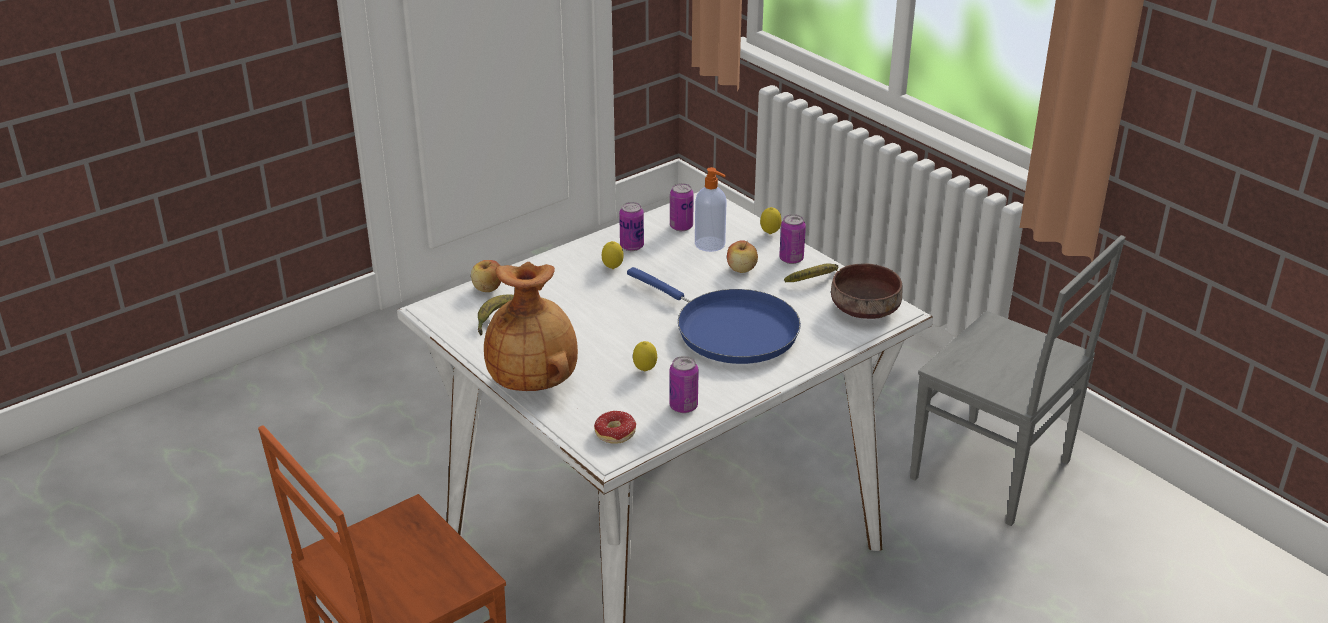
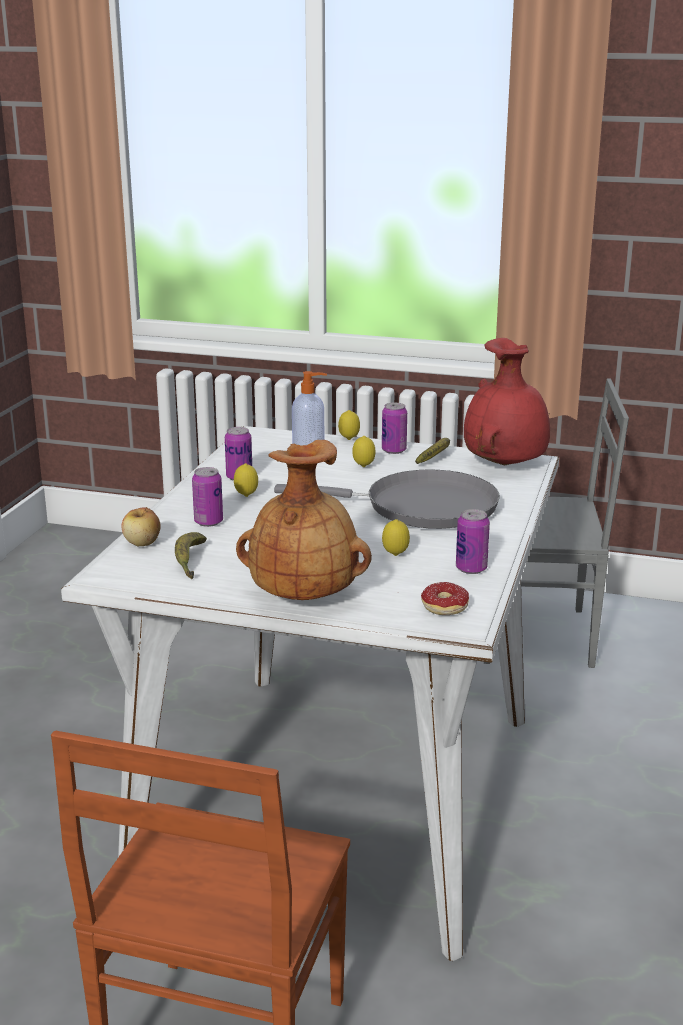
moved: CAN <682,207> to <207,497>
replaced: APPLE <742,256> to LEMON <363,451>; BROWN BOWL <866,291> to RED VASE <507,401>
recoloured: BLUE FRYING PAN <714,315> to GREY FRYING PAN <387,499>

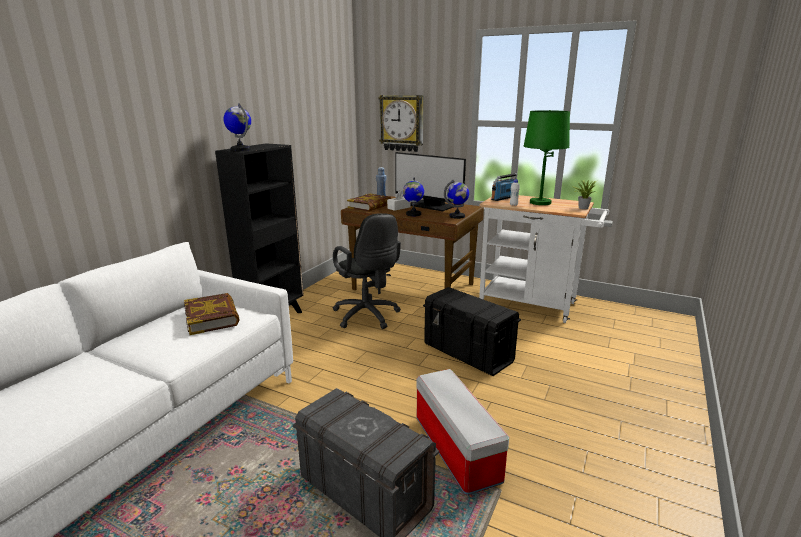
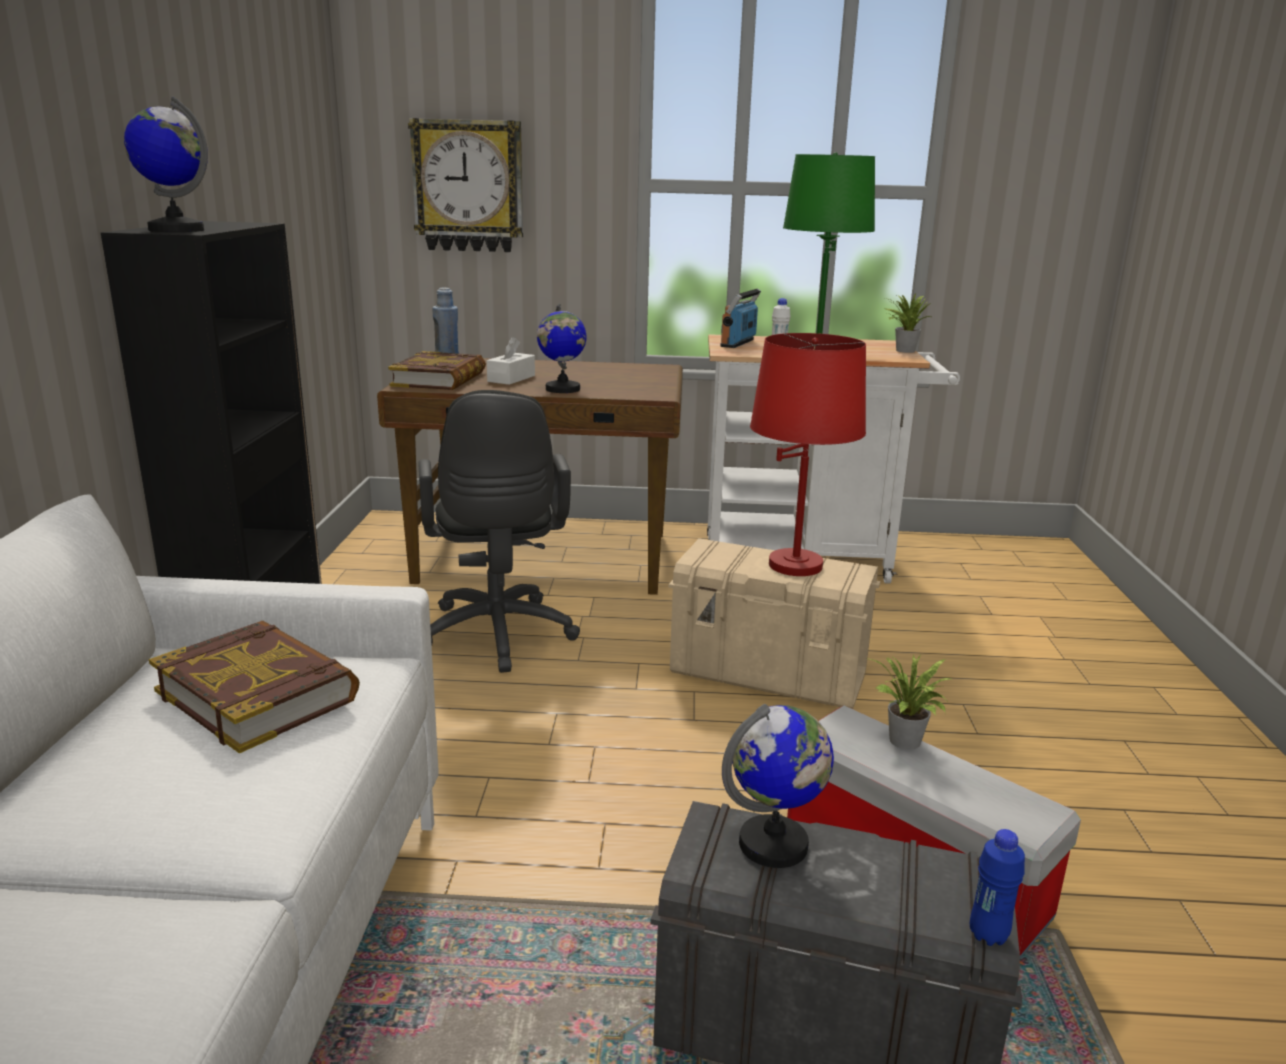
removed: MONITOR <430,181>
added: RED TABLE LAMP <808,454>; POTTED PLANT <908,702>; BLUE BOTTLE <997,887>
moved: GLOBE <456,199> to <778,786>
recoloured: BLACK STORAGE BOX <472,331> to BEIGE STORAGE BOX <774,623>
turned: BLACK OFFICE CHAIR <366,271> = <499,531> 45 degrees clockwise

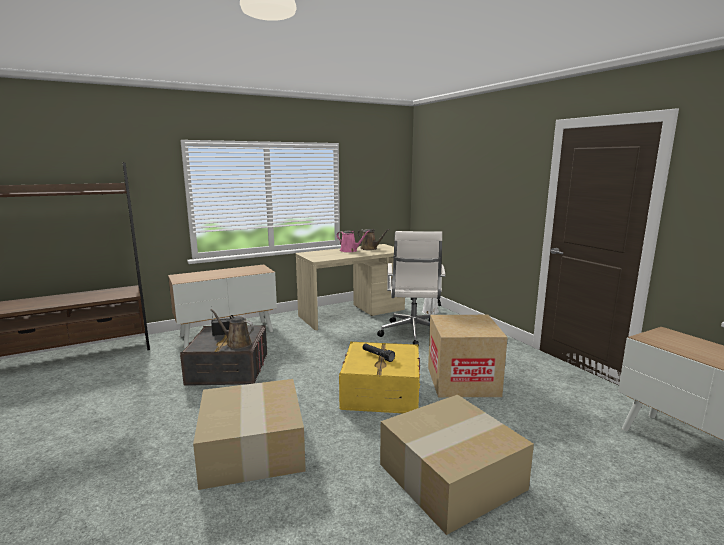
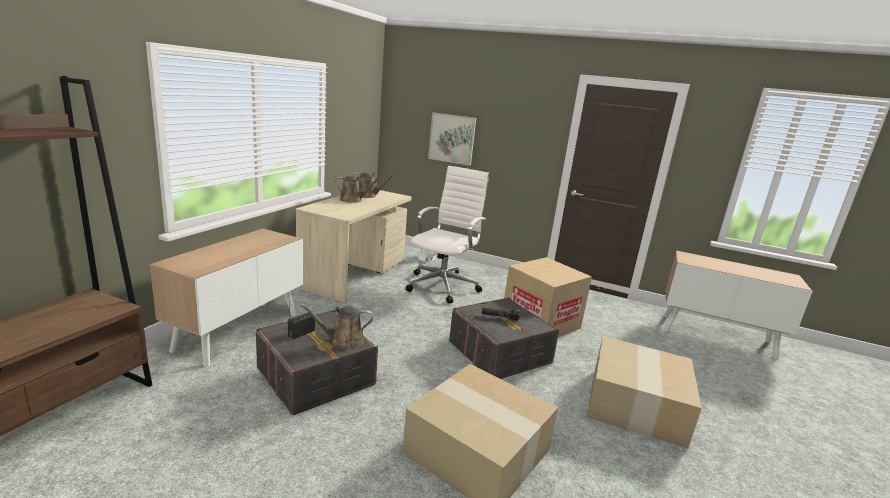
added: PICTURE <452,139>
recoloured: PINK WATERING CAN <353,241> to BROWN WATERING CAN <358,189>; YELLOW STORAGE BOX <379,377> to GREY STORAGE BOX <504,338>
turned: WHITE OFFICE CHAIR <411,288> = <447,234> 120 degrees counterclockwise

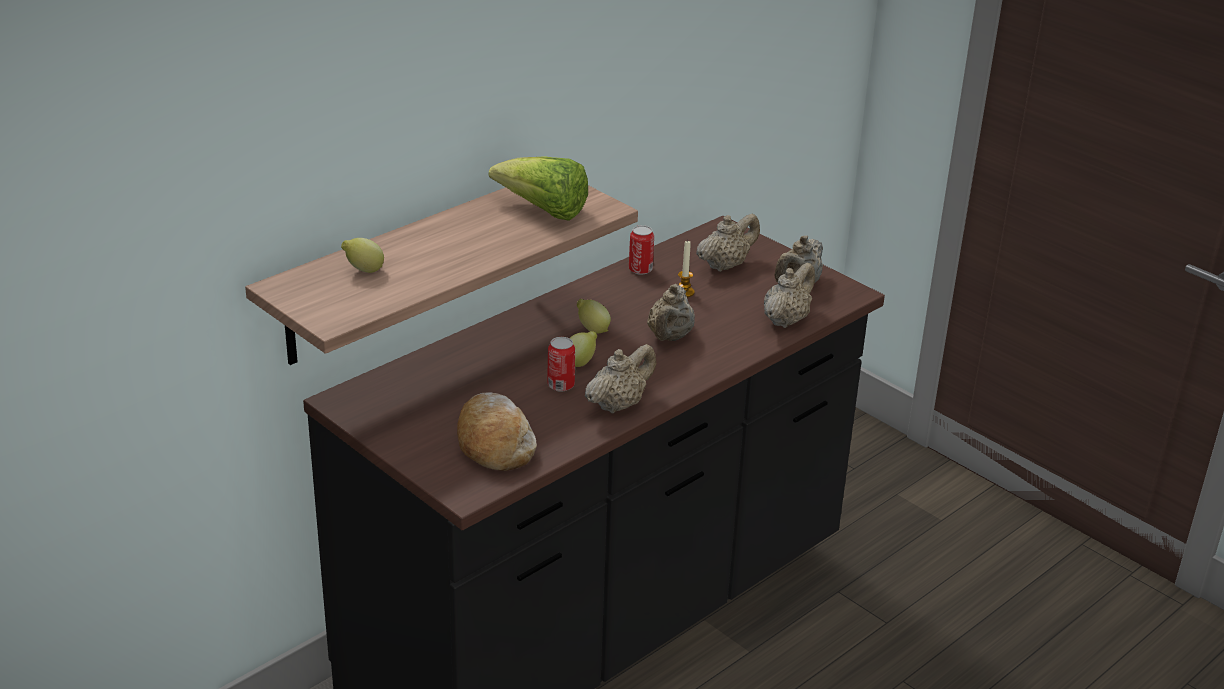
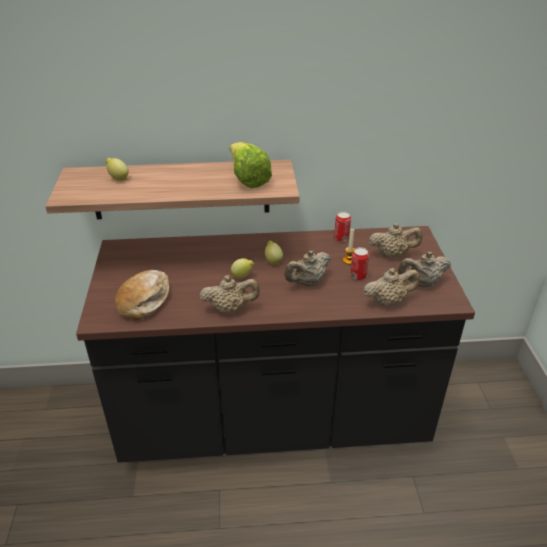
moved: CAN <561,364> to <359,263>

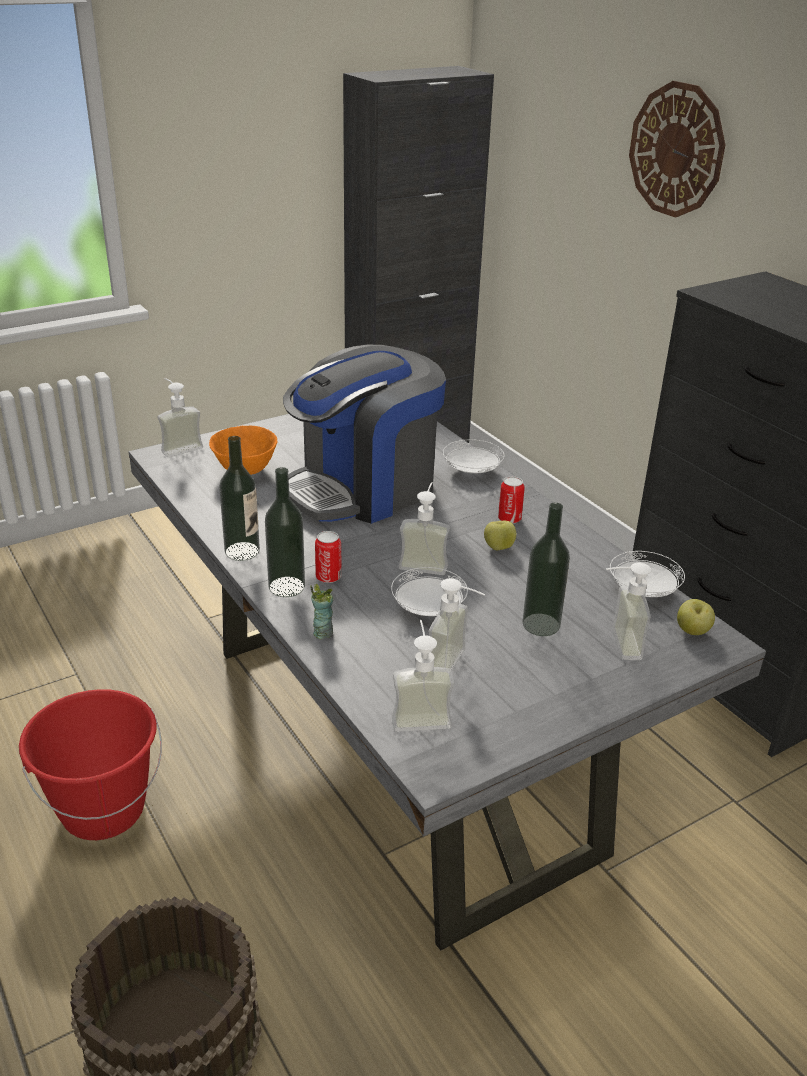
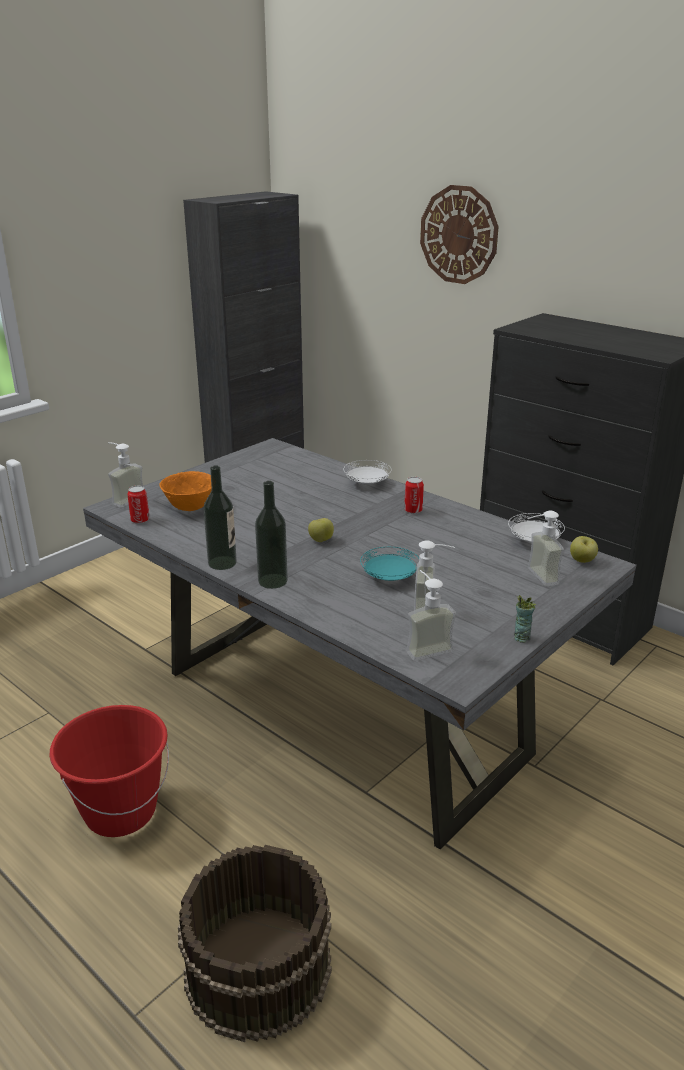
removed: COFFEE MACHINE <364,434>; SOAP DISPENSER <424,528>; BOTTLE <546,569>
moved: CUP <321,612> to <525,619>; CAN <328,557> to <138,505>; APPLE <500,535> to <321,530>
recoloured: WHITE PLATE <429,591> to TURQUOISE PLATE <389,564>

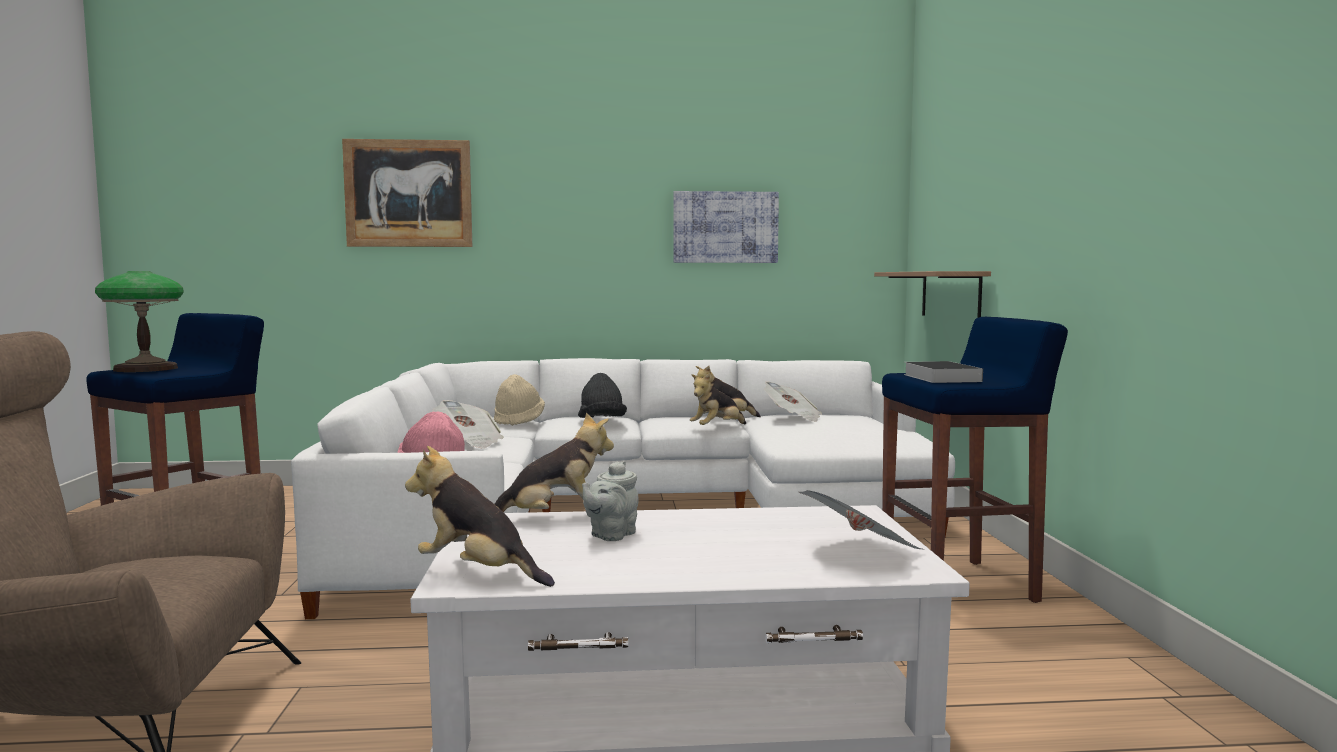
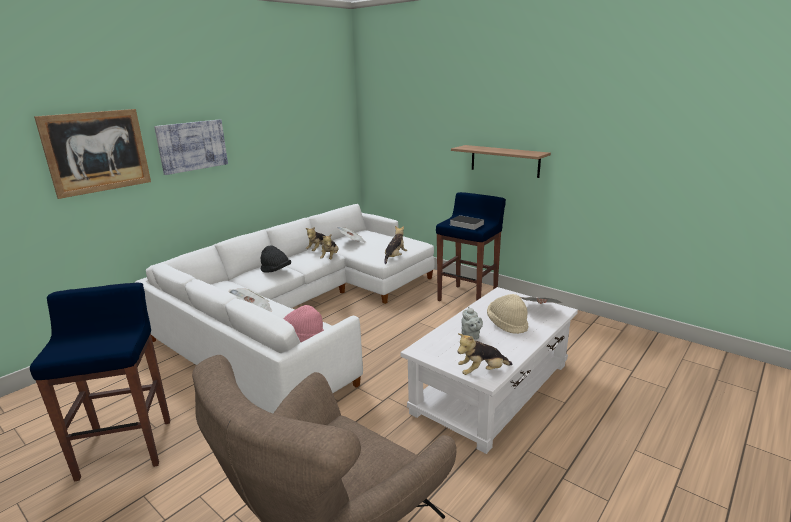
removed: TABLE LAMP <139,321>
moved: BEIGE HAT <519,400> to <507,314>; PLUSH TOY <554,462> to <395,245>; PICTURE <726,227> to <191,147>; SHELF <932,294> to <501,161>

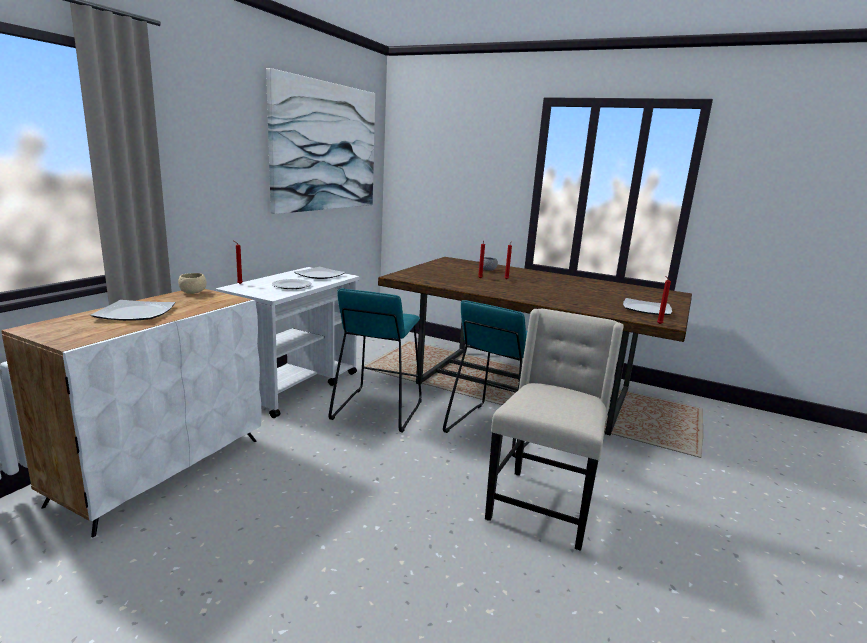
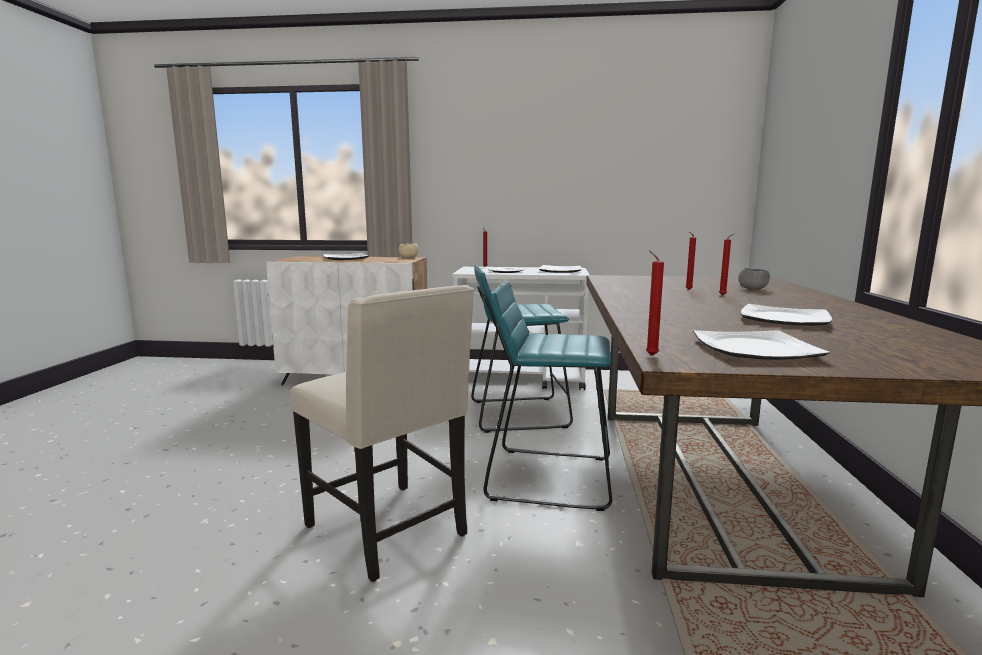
removed: PICTURE <320,141>
added: PLATE <786,315>
turned: BEIGE CHAIR <554,430> = <382,433> 45 degrees clockwise

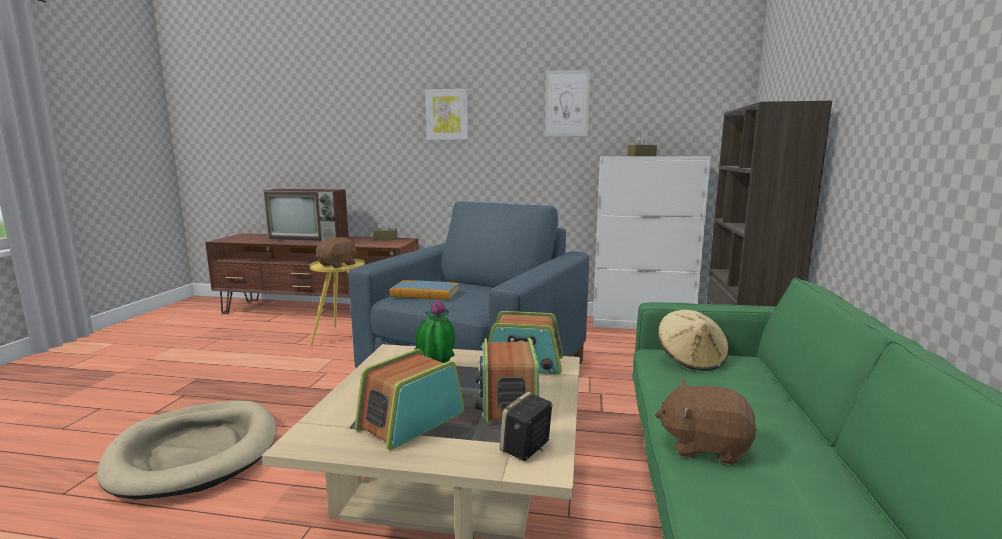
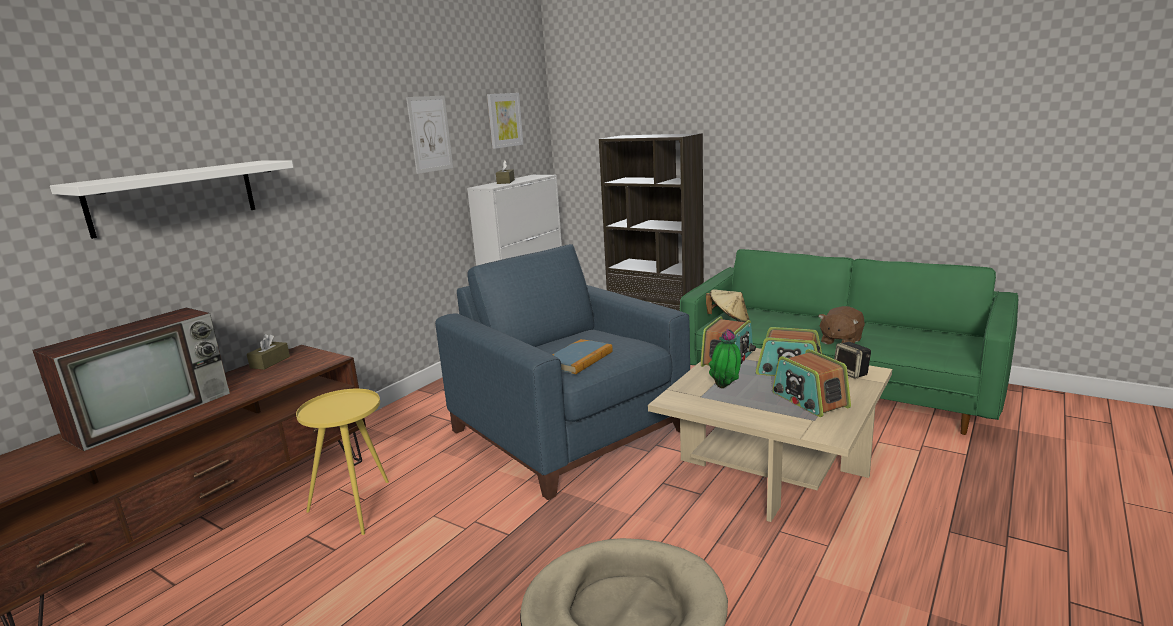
removed: BROWN PLUSH TOY <336,252>
added: WHITE SHELF <171,199>
moved: PICTURE <446,114> to <505,121>

